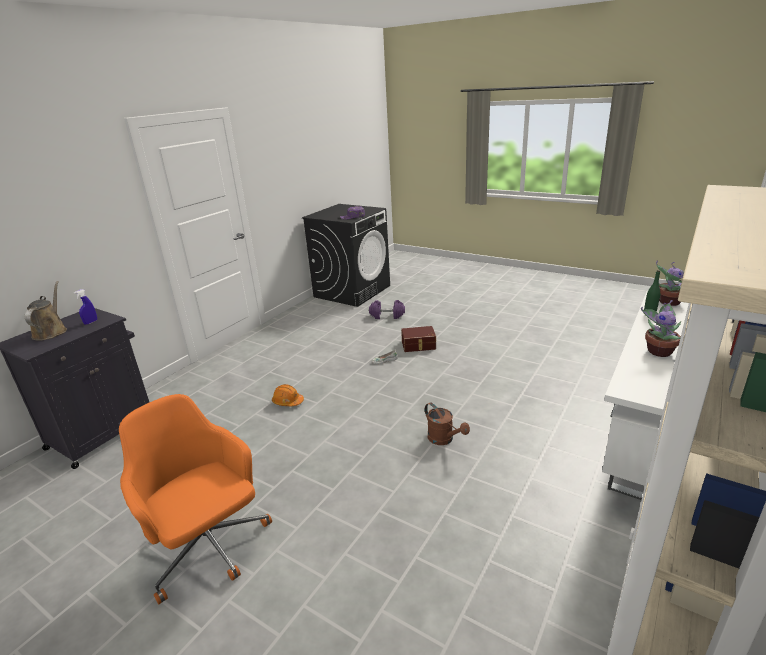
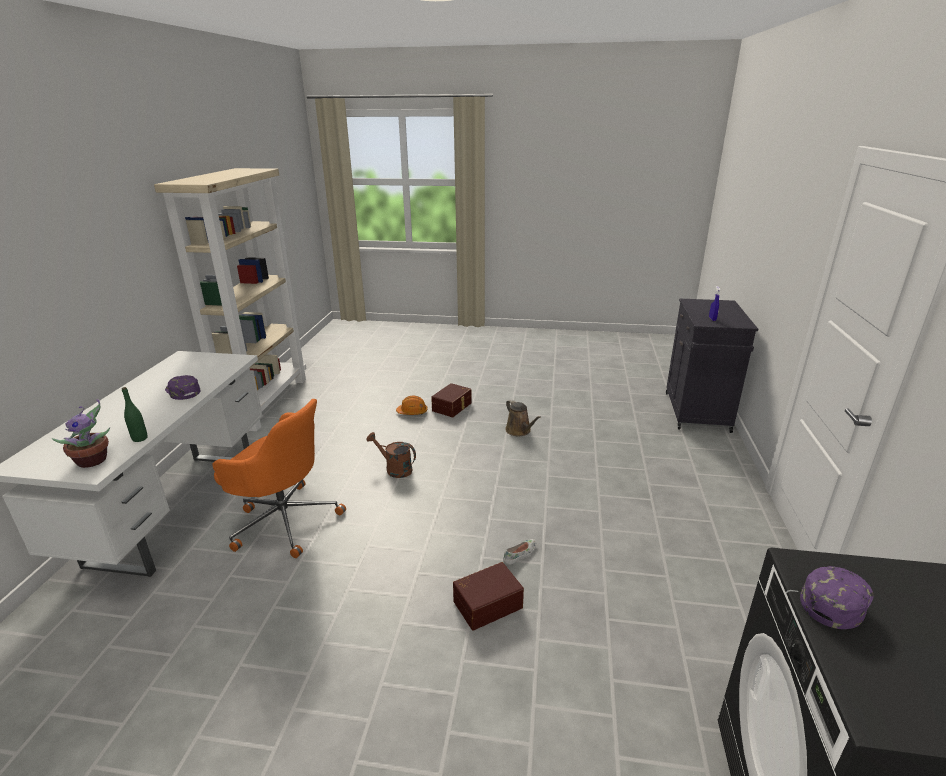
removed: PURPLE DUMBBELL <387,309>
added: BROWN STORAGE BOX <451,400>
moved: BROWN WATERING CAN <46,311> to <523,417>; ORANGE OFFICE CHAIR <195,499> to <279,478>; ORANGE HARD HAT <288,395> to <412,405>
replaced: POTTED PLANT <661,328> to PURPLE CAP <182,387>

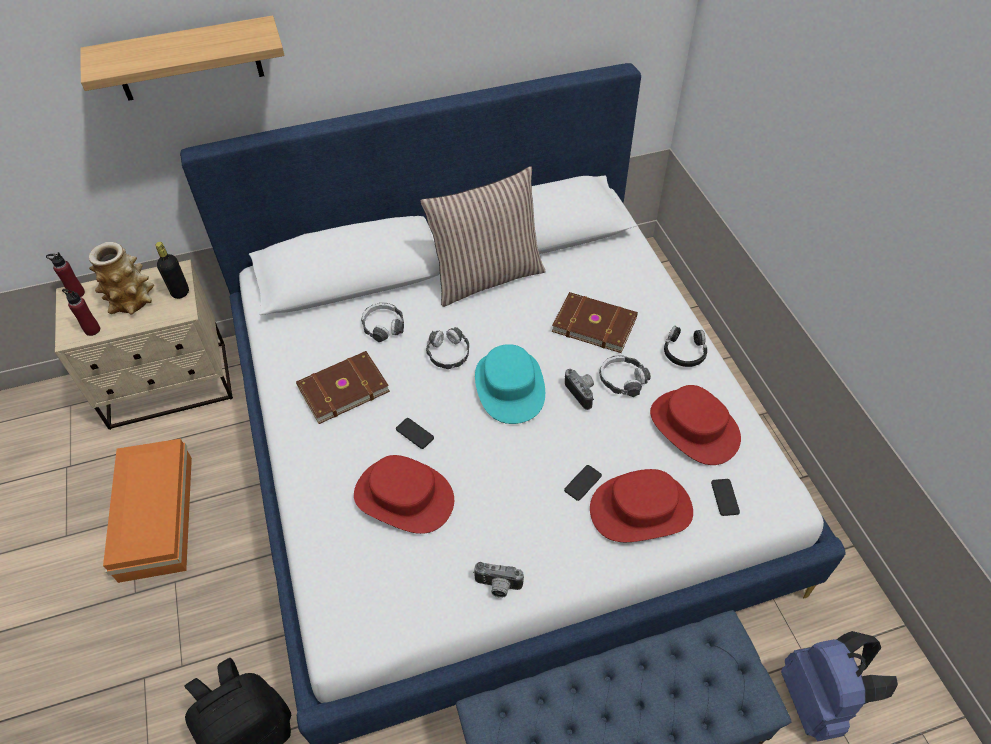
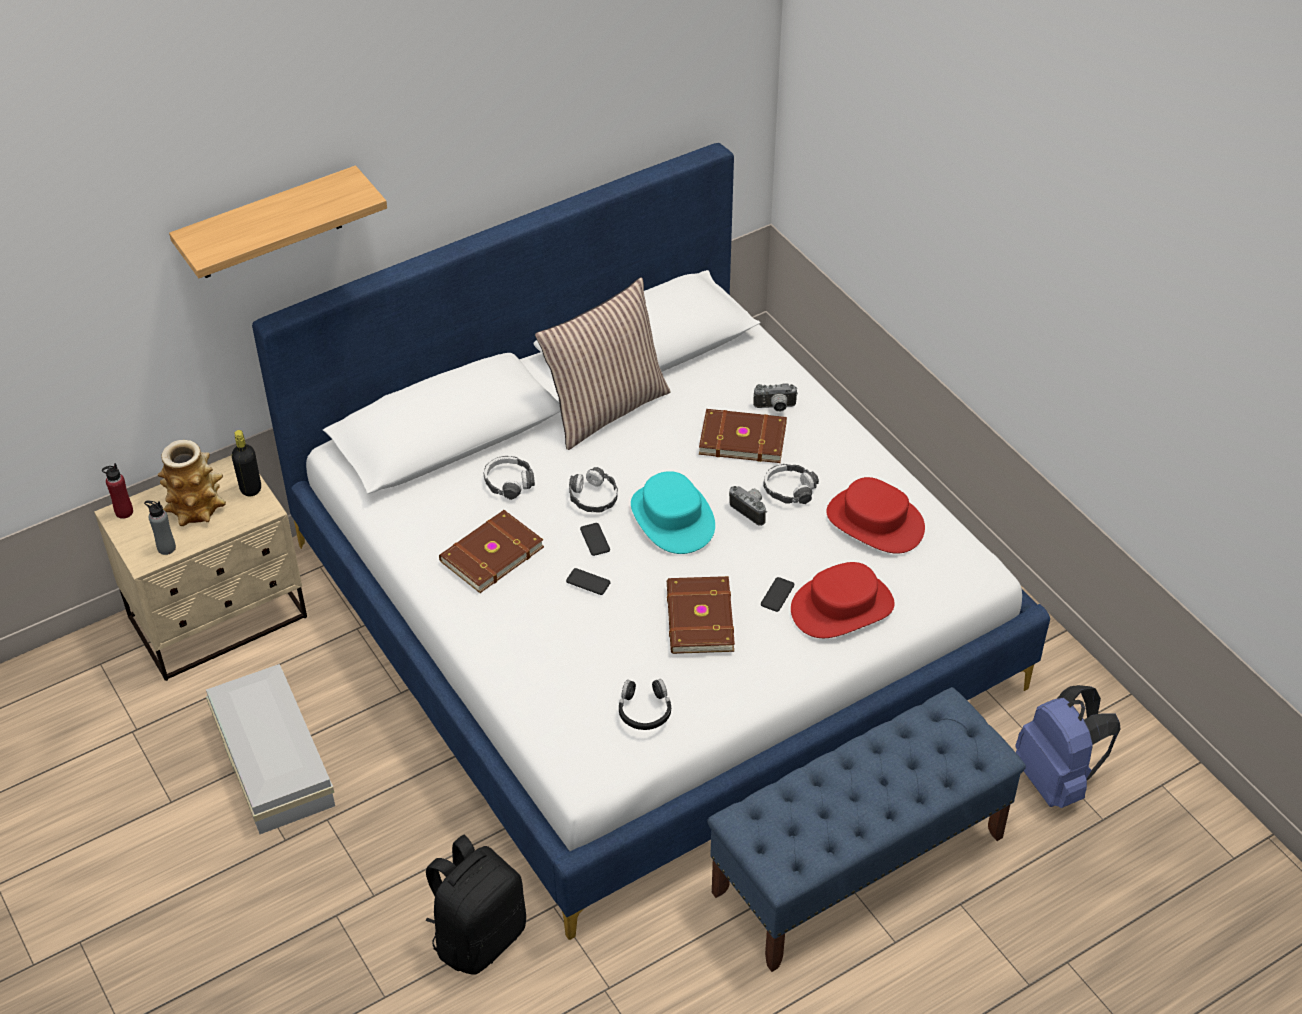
removed: RED HAT <404,494>
added: BROWN BOOK <701,615>
moved: PHOTO CAMERA <498,580> to <775,397>; BLACK HEADPHONES <685,346> to <645,704>; PHONE <725,497> to <595,539>
recoloured: RED BOTTLE <81,312> to GREY BOTTLE <160,528>; ORANGE STORAGE BOX <147,511> to WHITE STORAGE BOX <270,749>

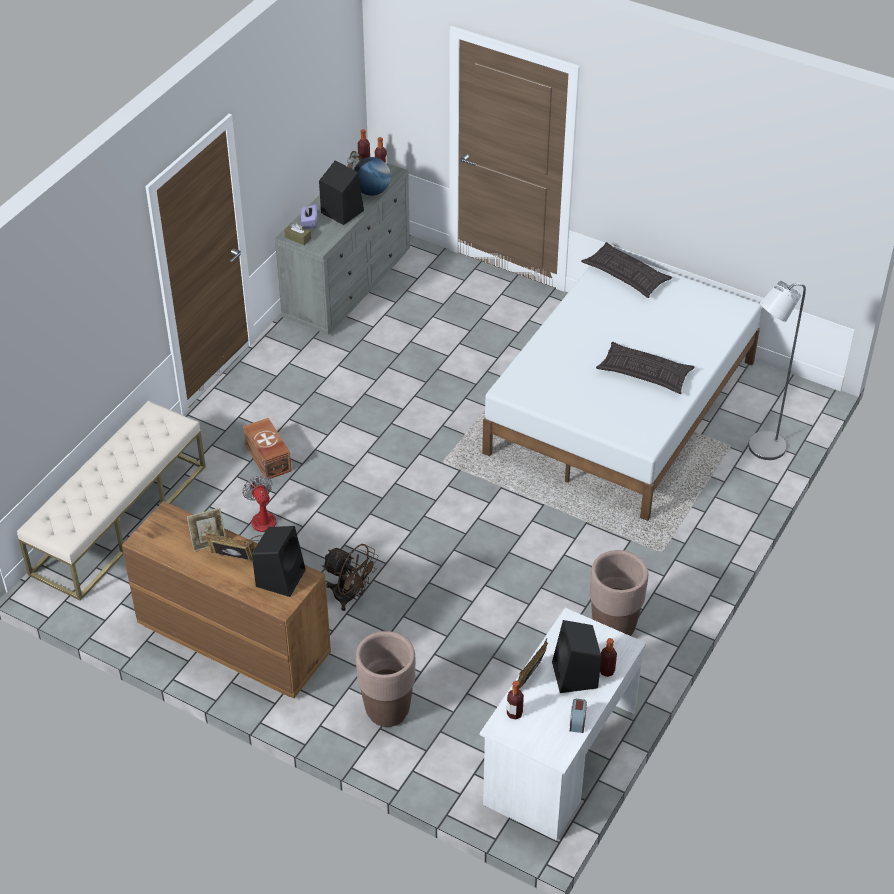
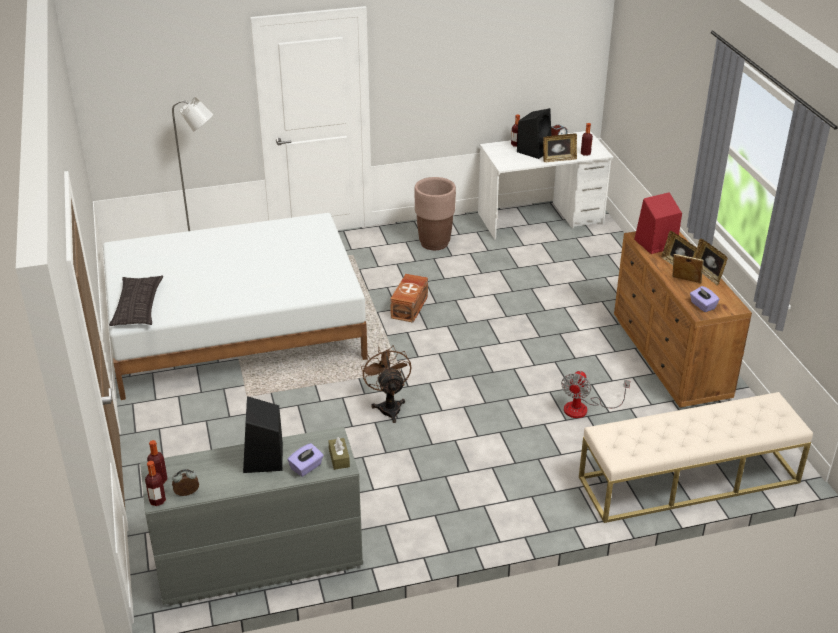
removed: GLOBE <372,176>; BROWN PLANTER <386,679>; PILLOW <645,368>
added: PURPLE TISSUE BOX <704,299>; PICTURE FRAME <712,262>
moved: BROWN STORAGE BOX <267,449> to <409,298>; BROWN FAN <350,577> to <386,384>
recoloured: BLACK SPEAKER <279,561> to RED SPEAKER <658,223>

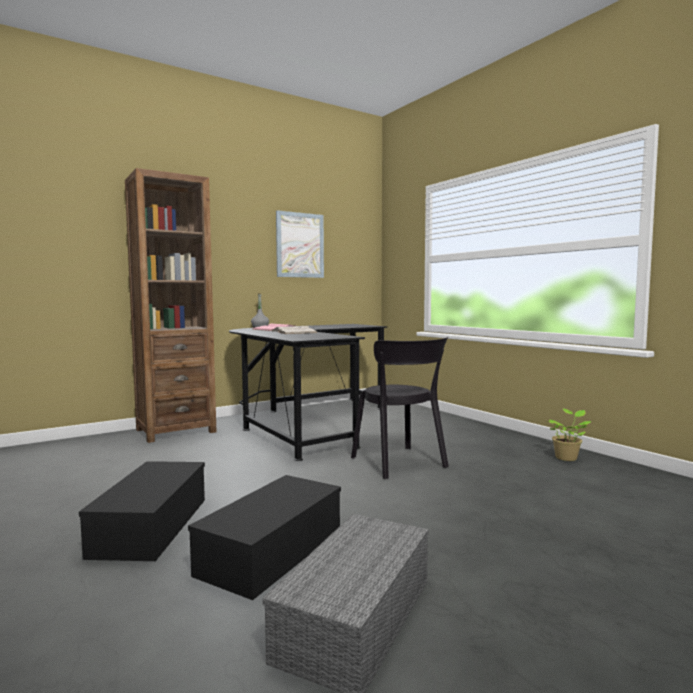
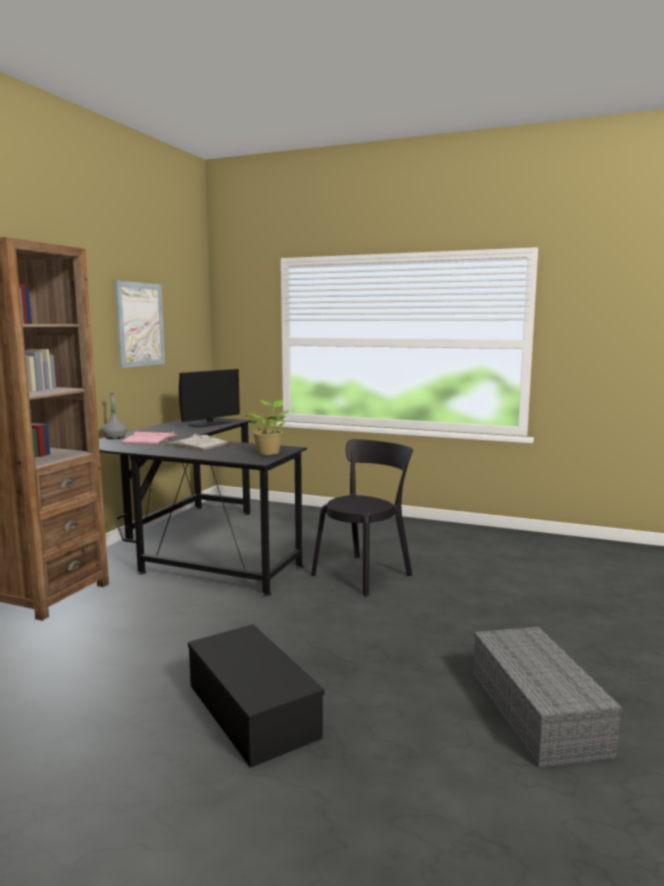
removed: BLACK STORAGE BOX <264,537>
added: MONITOR <209,398>
moved: POTTED PLANT <569,434> to <267,427>
turned: BLACK CHAIR <399,408> = <362,517> 75 degrees counterclockwise

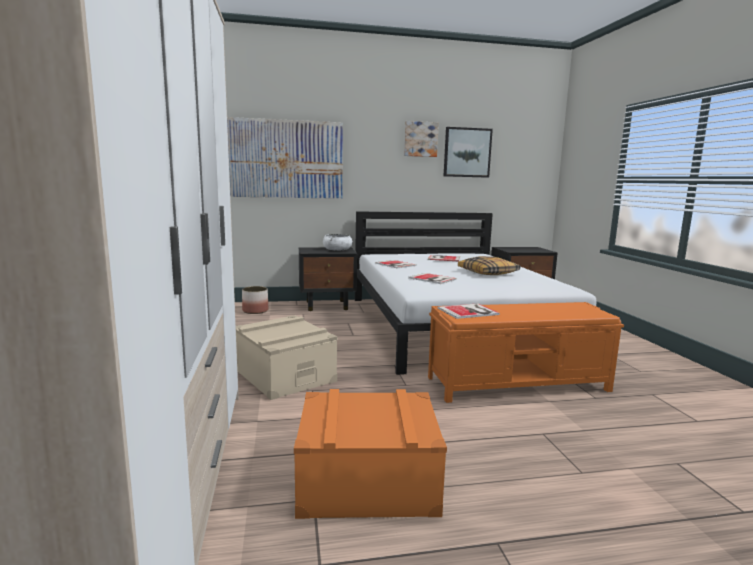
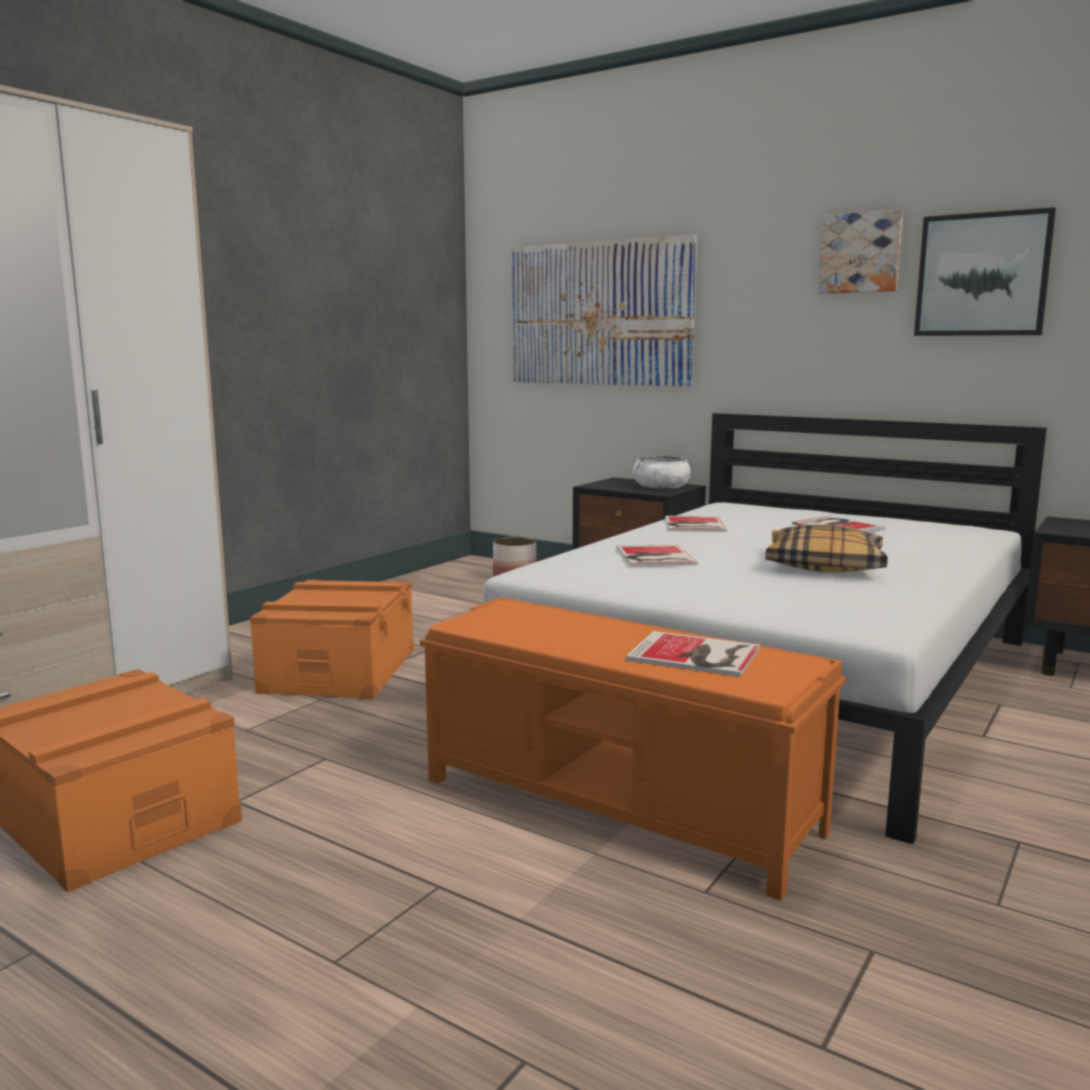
moved: BOOK <468,311> to <693,654>
recoloured: BEIGE STORAGE BOX <286,357> to ORANGE STORAGE BOX <332,639>

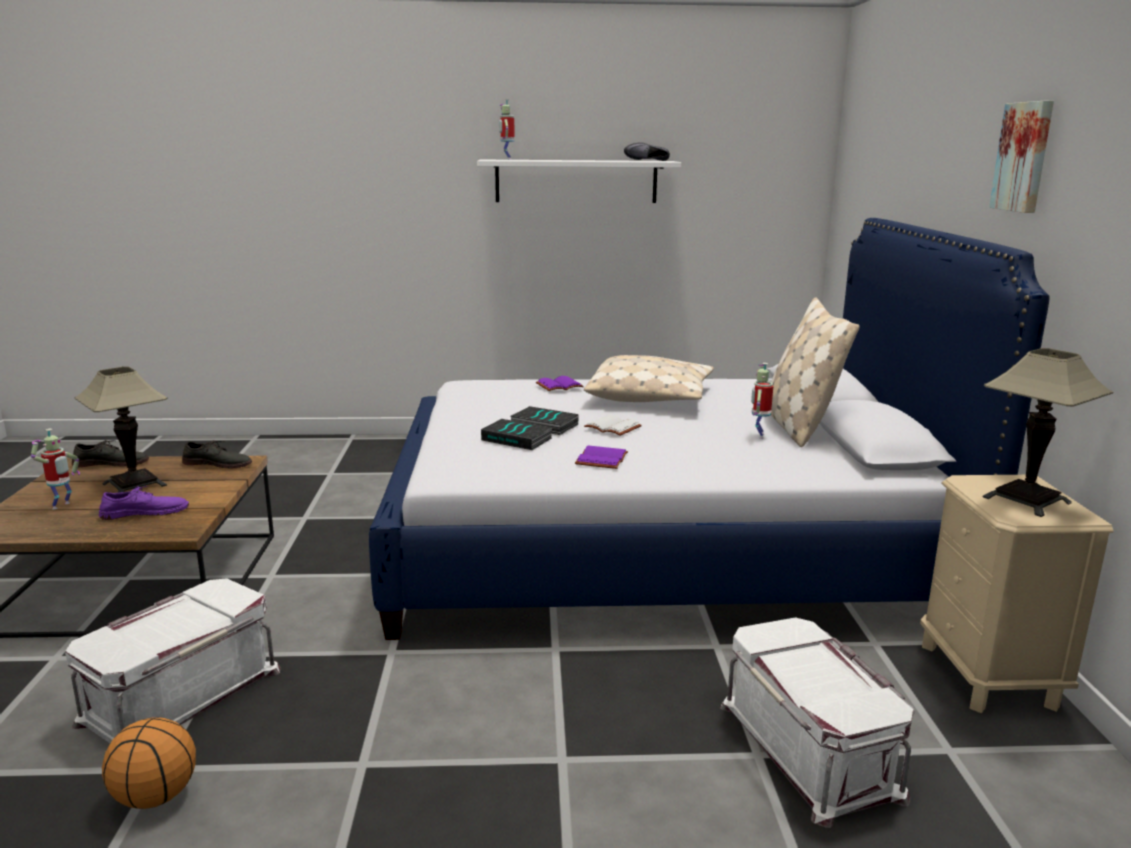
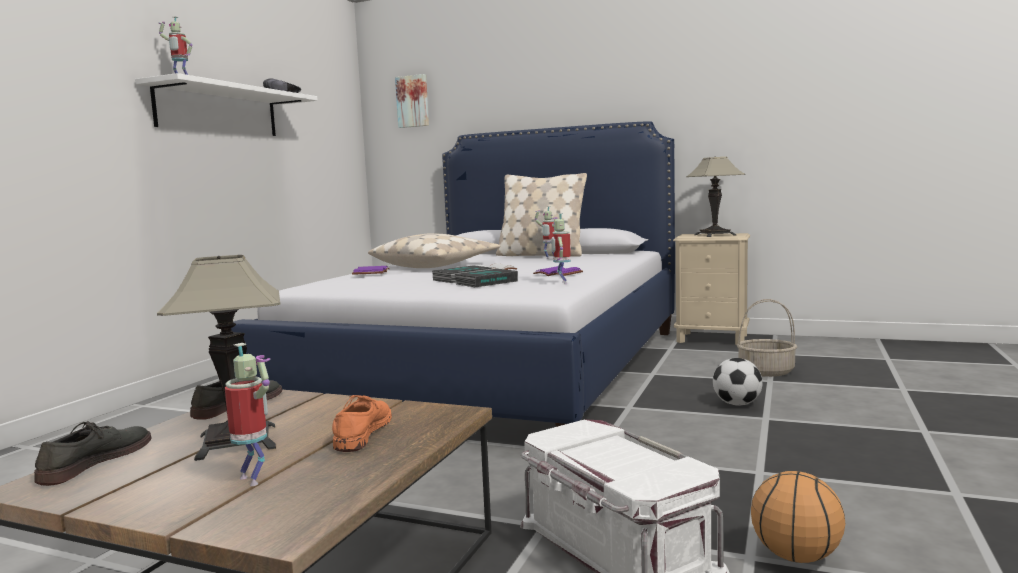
added: TOY ROBOT <561,248>; FOOTBALL <737,382>
moved: PICTURE <1021,157> to <412,101>
replaced: WHITE STORAGE BOX <817,722> to BASKET <767,338>
recoloured: PURPLE SHOE <144,503> to ORANGE SHOE <362,423>

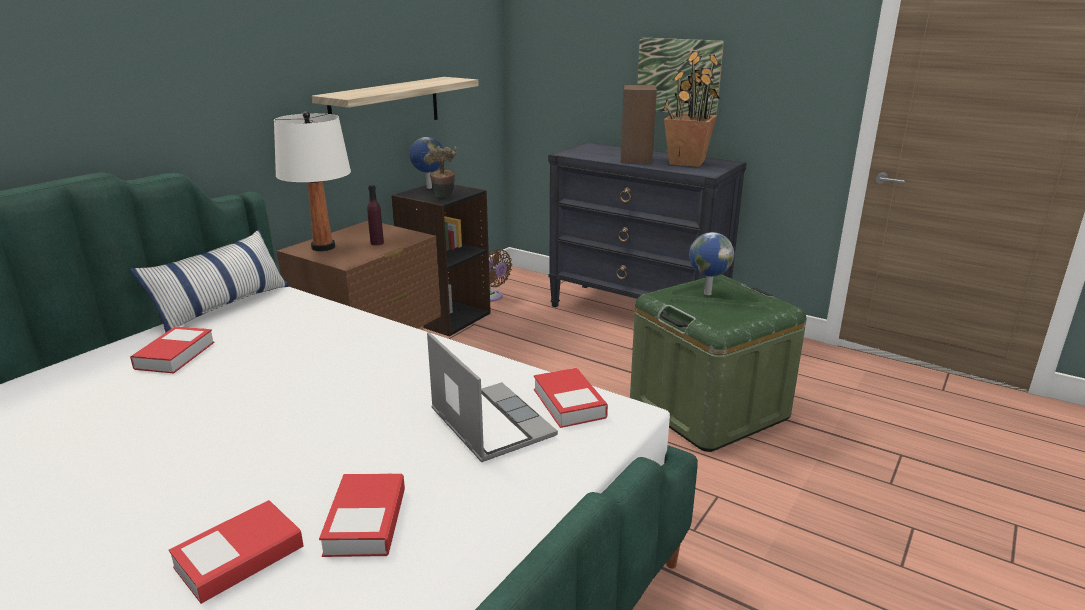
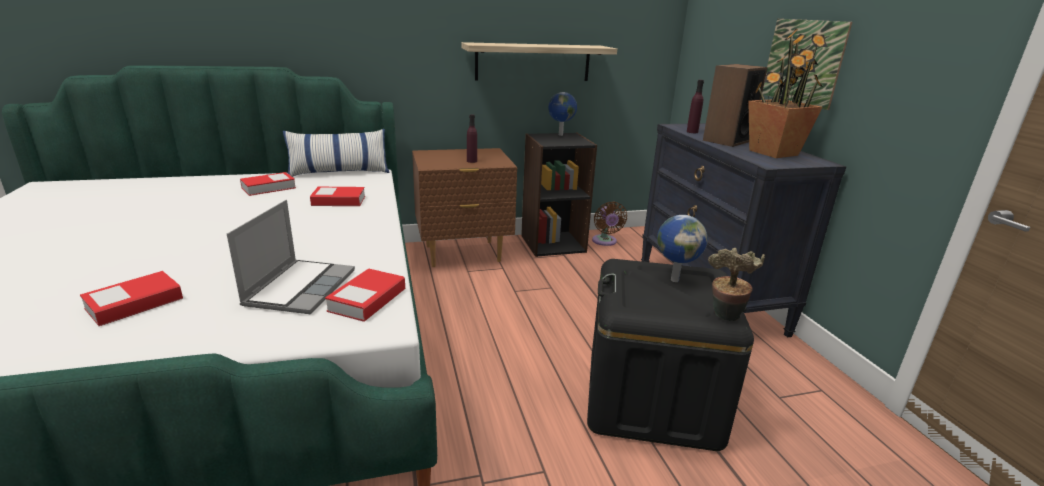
removed: WHITE TABLE LAMP <312,181>
added: PURPLE BOTTLE <695,106>
moved: BOOK <236,552> to <337,196>; POTTED PLANT <440,171> to <736,284>
recoloured: GREEN STORAGE BOX <718,363> to BLACK STORAGE BOX <670,355>

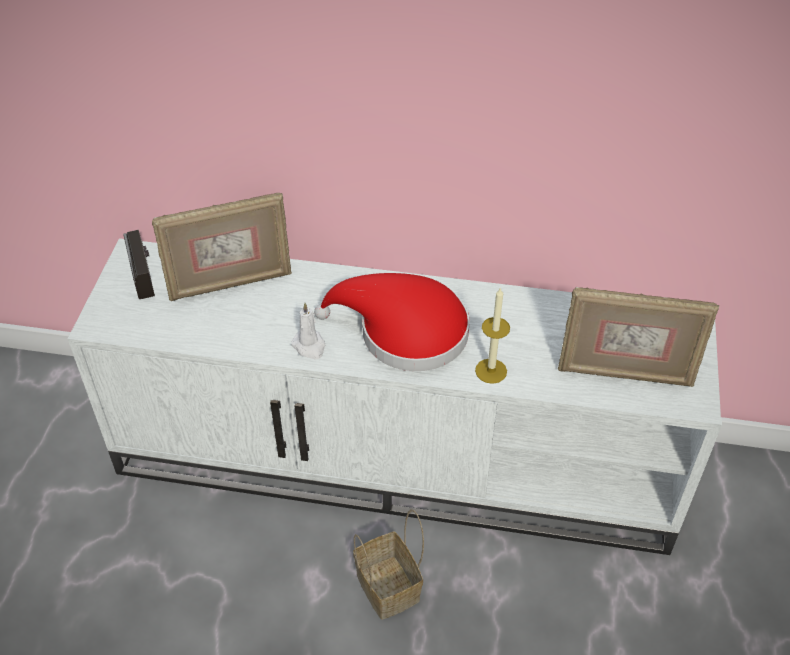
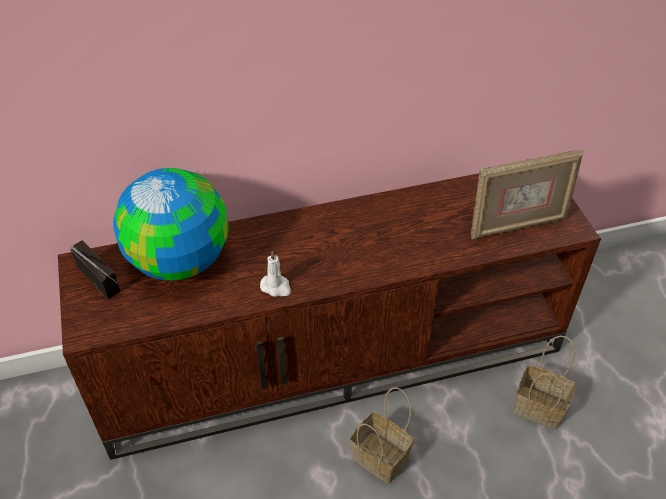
removed: RED HAT <392,322>; CANDLE <492,335>
added: BASKET <544,383>
replaced: PICTURE FRAME <222,247> to GLOBE <171,224>
recoloured: WHITE TV STAND <395,396> to BROWN TV STAND <329,316>

